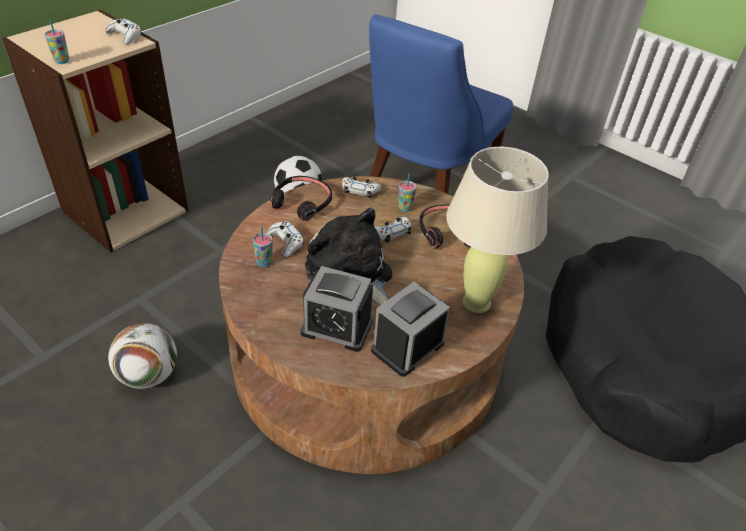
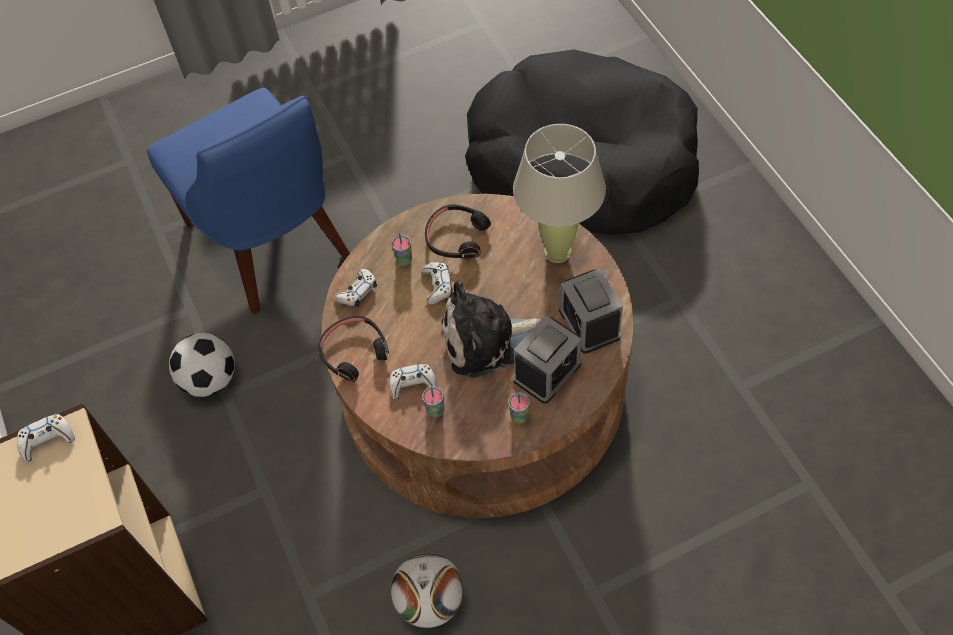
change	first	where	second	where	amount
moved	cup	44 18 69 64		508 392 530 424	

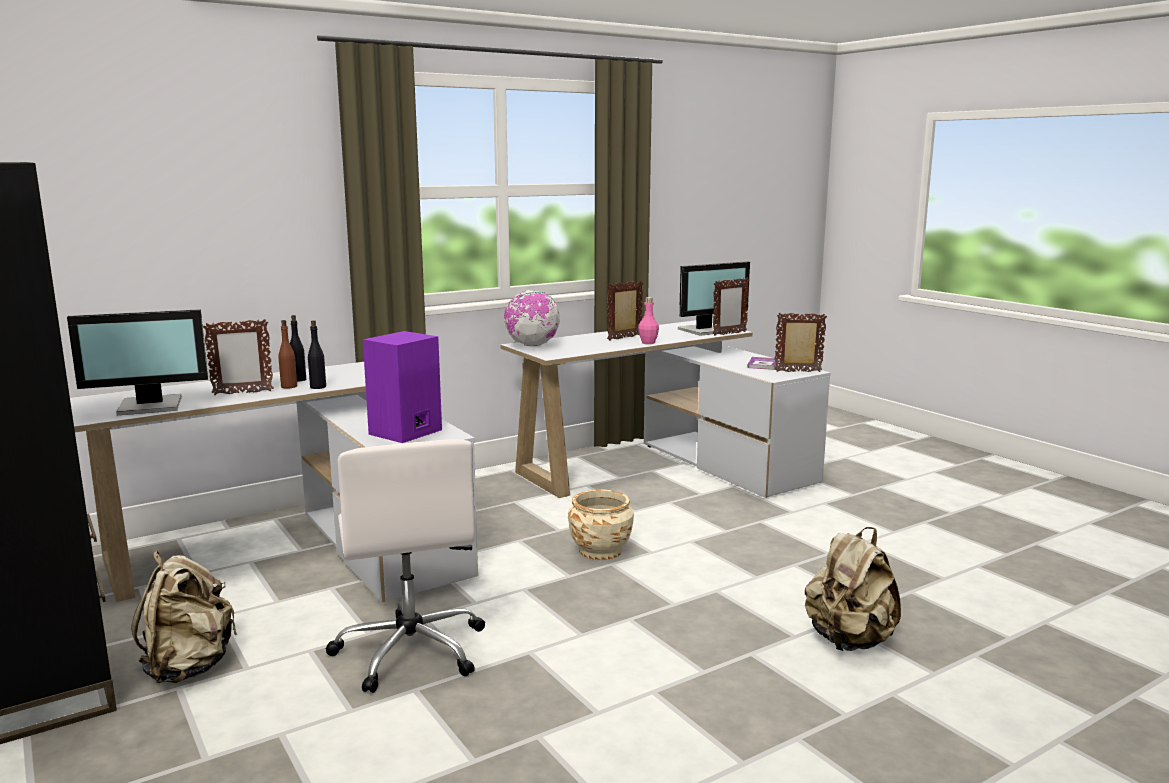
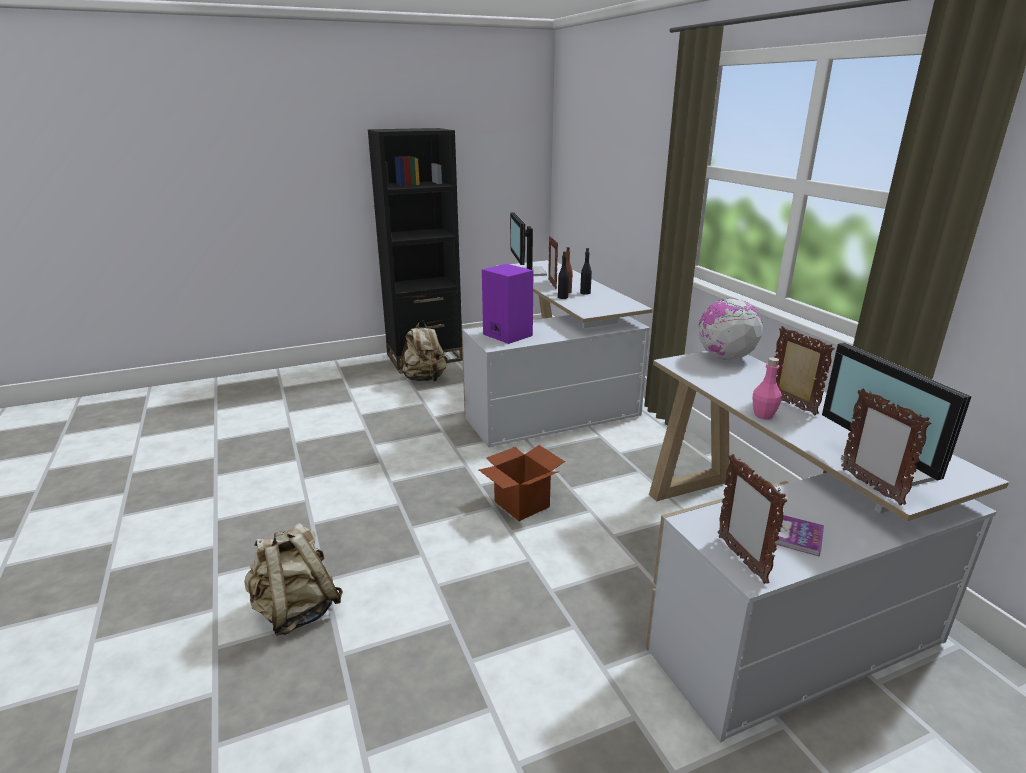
change	first	where	second	where	amount
removed	office chair (white)	326 439 485 693			
replaced	planter (beige)	568 490 634 560	cardboard box	479 445 565 521	
turned	picture frame	774 313 827 372		718 454 787 584	150 degrees clockwise

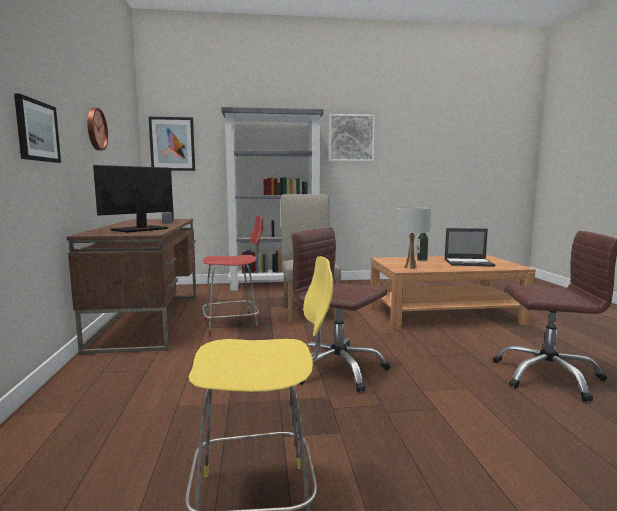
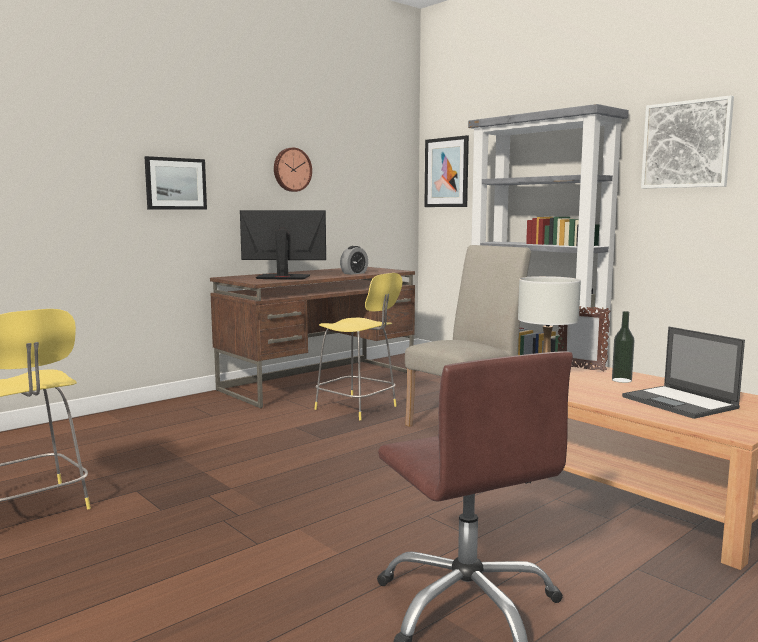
change	first	where	second	where	amount
recoloured	stool (red)	202 216 263 337	stool (yellow)	315 273 402 420	
removed	office chair (brown)	292 227 390 392			
added			picture frame	557 306 610 372	

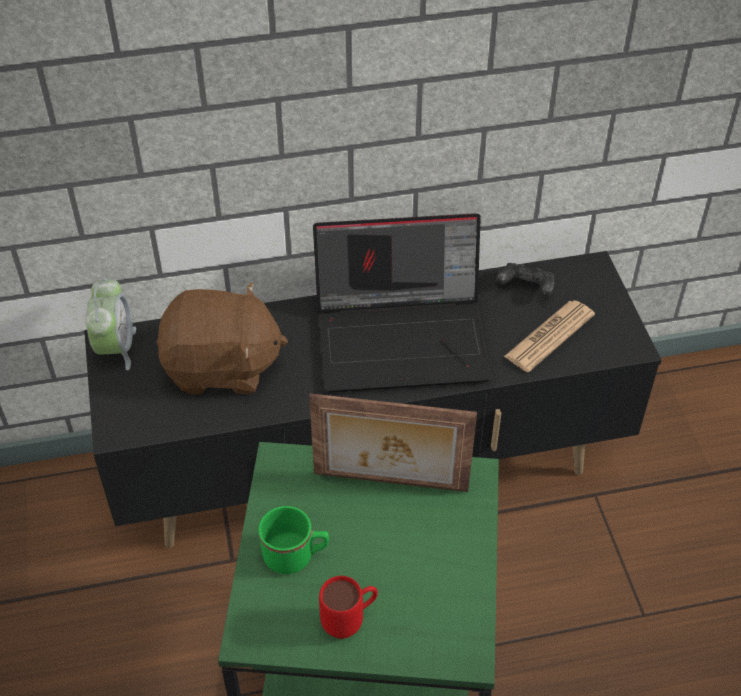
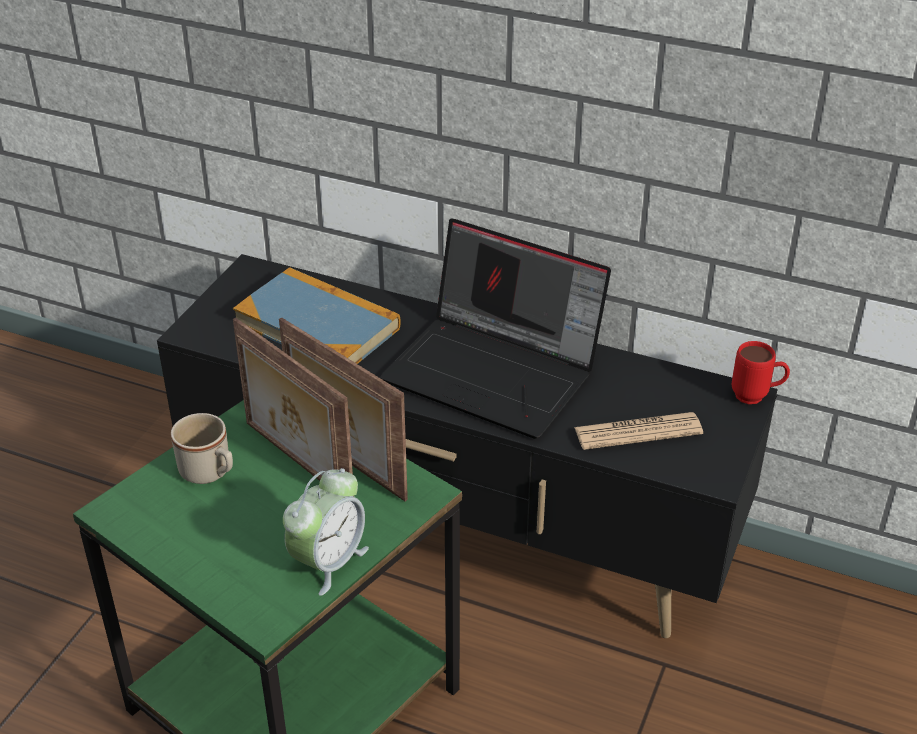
change	first	where	second	where	amount
moved	alarm clock	85 277 136 370		283 468 369 596	
replaced	plush toy (brown)	157 282 288 394	book	233 267 401 364	
recoloured	mug (green)	258 506 329 574	mug (beige)	171 413 233 484	
moved	mug (red)	319 576 378 639		732 341 790 404	
removed	game controller (black)	496 263 554 296			
added			picture frame	233 318 353 481	

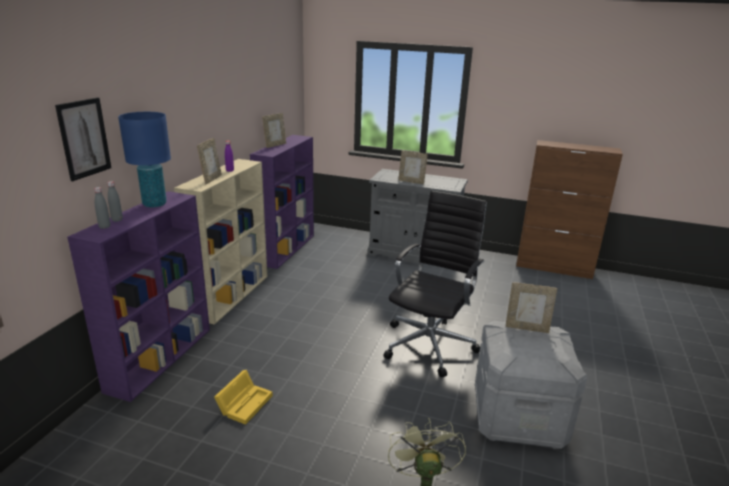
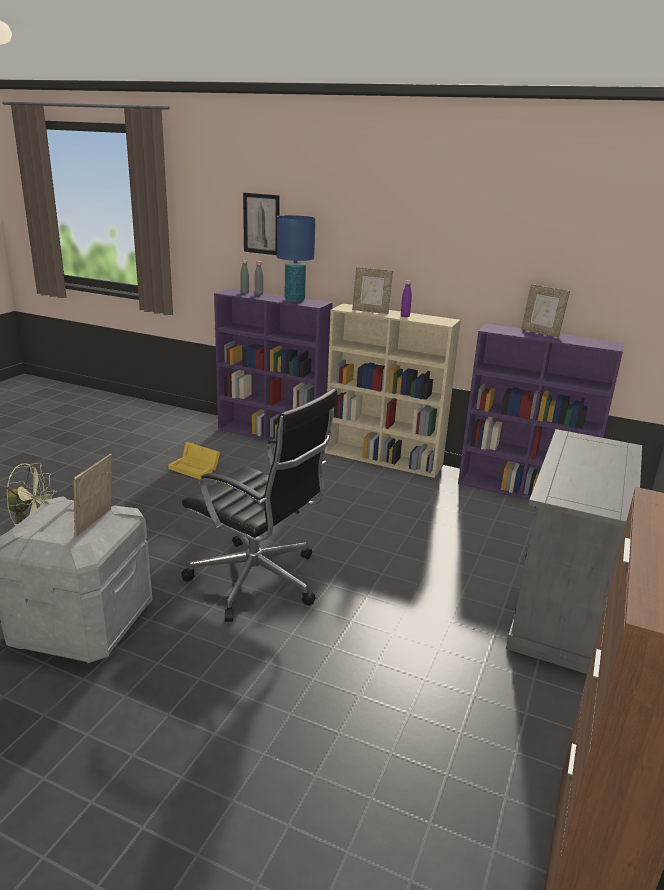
change	first	where	second	where	amount
removed	picture frame	398 150 428 184			

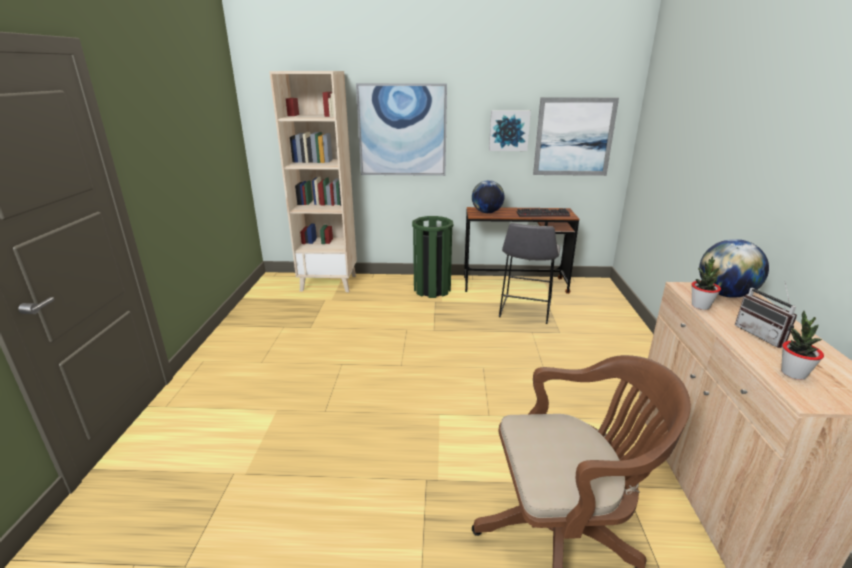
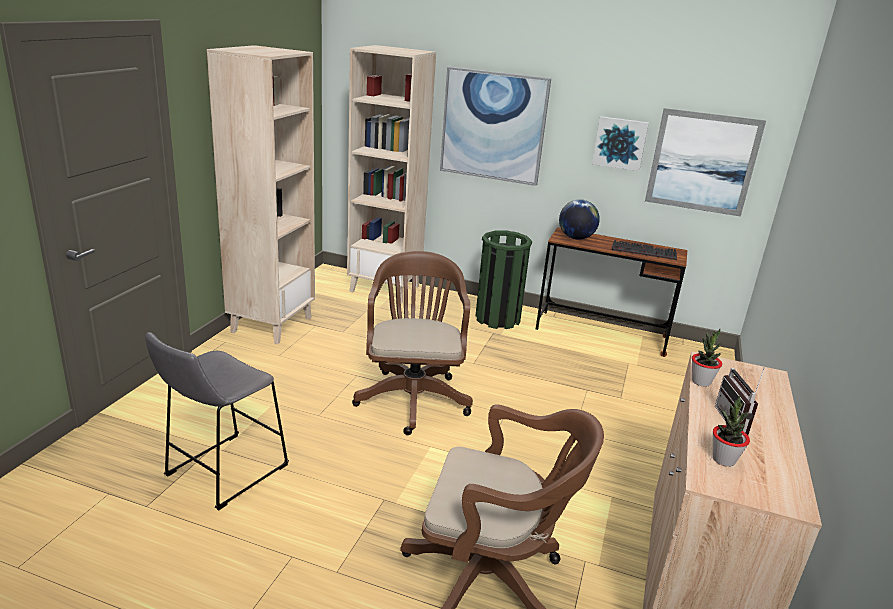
change	first	where	second	where	amount
moved	stool (grey)	499 223 560 324		145 332 289 511	
removed	globe	699 239 769 298			
added			bookcase (beige)	207 45 315 344	
added			office chair (brown)	352 251 473 435	

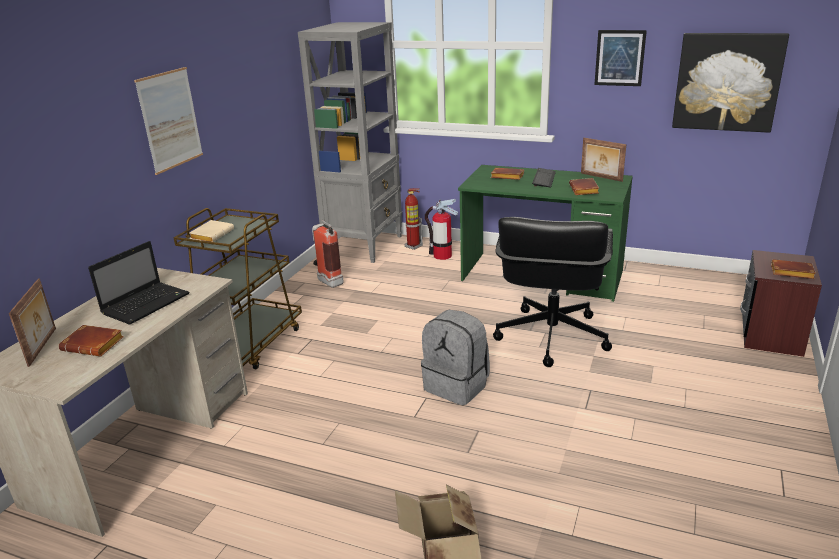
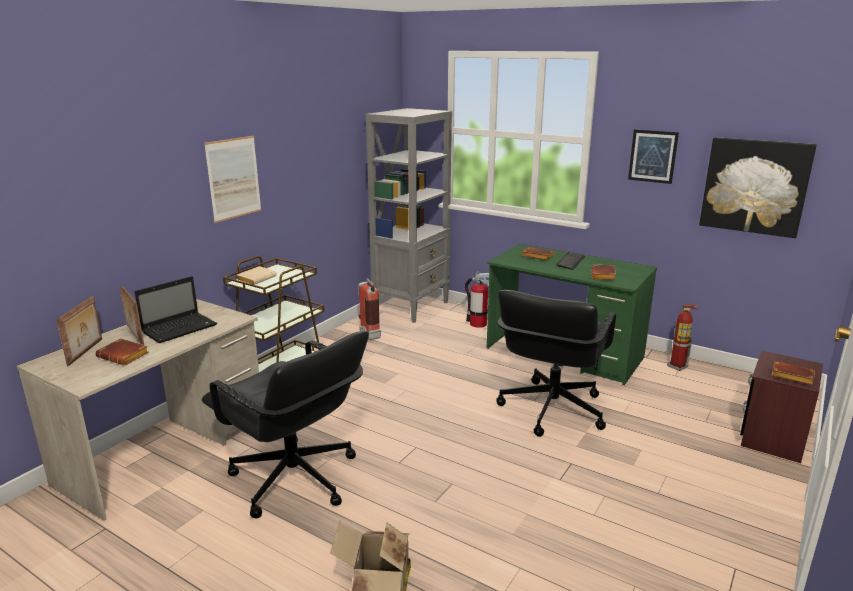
change	first	where	second	where	amount
moved	fire extinguisher	404 188 423 250		667 304 698 371	
removed	backpack (grey)	421 310 490 405			
moved	picture frame	581 138 626 182		121 285 144 345	
added			office chair (black)	202 331 369 518	

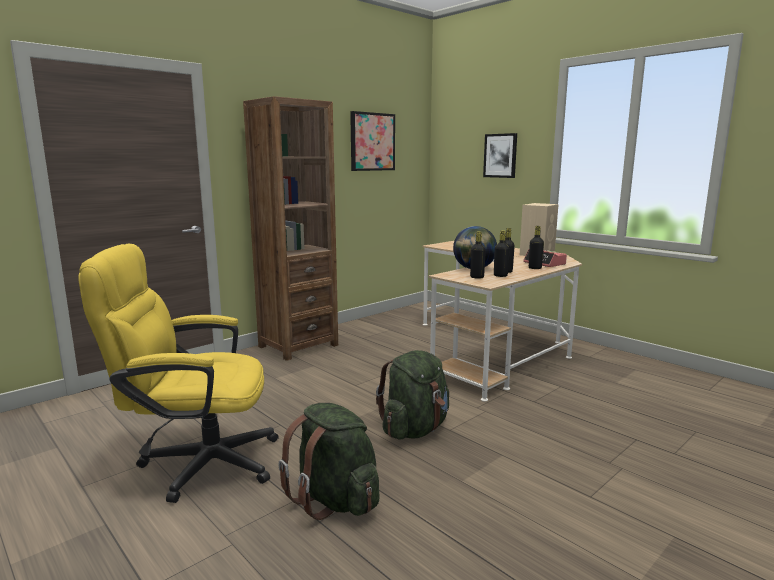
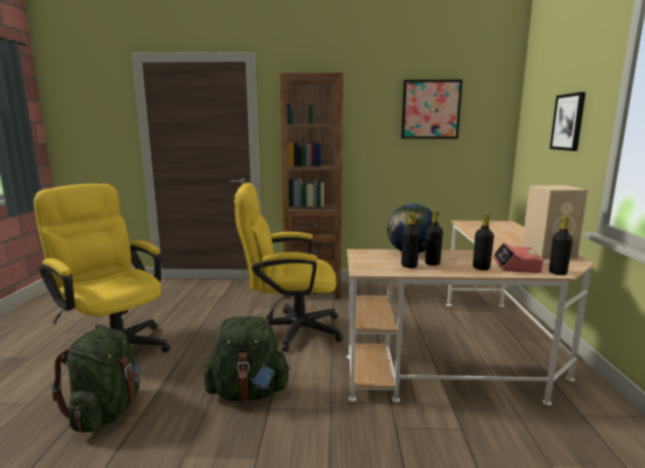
change	first	where	second	where	amount
moved	bottle (black)	470 231 486 279		549 216 573 275	
added			office chair (yellow)	234 183 344 352	

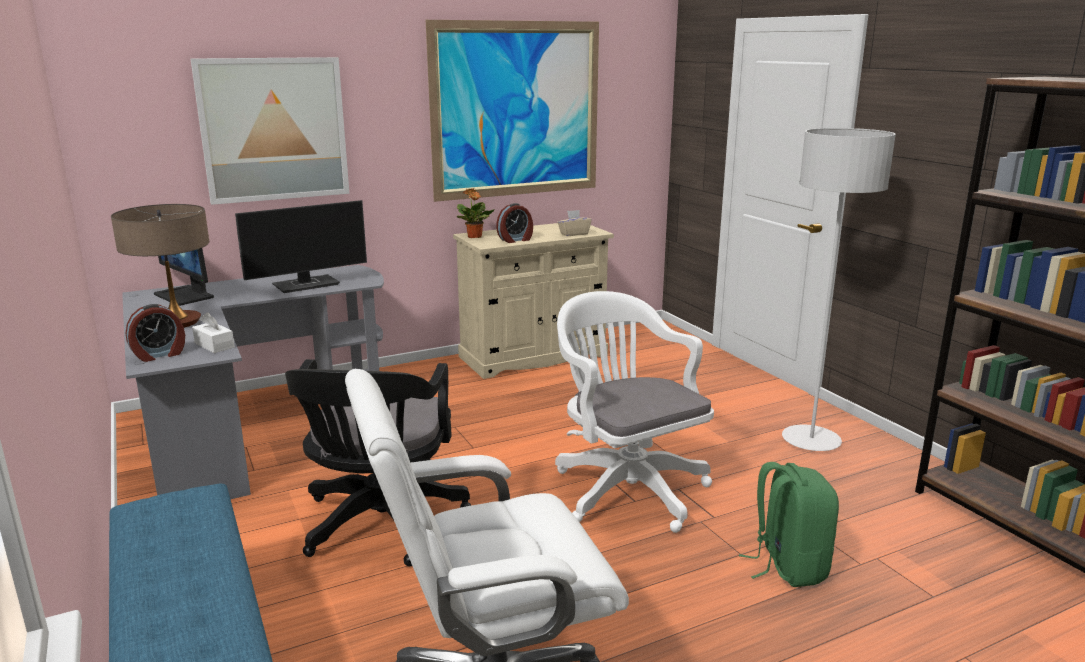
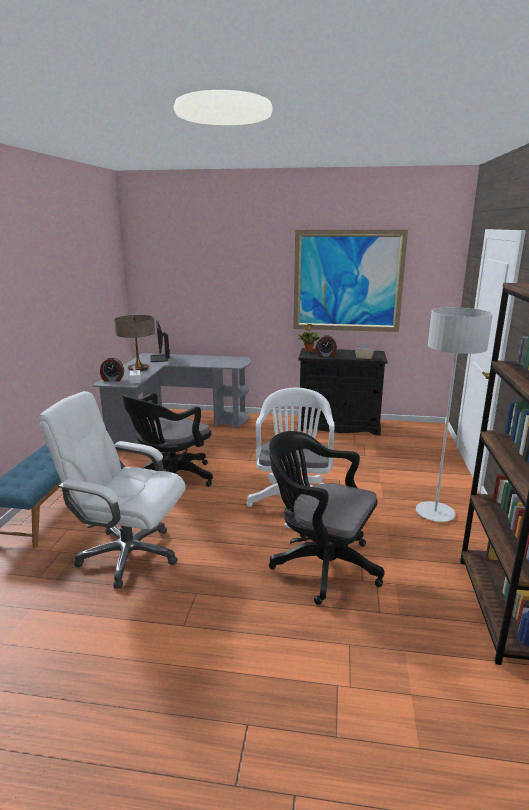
change	first	where	second	where	amount
removed	picture	191 57 350 205			
removed	monitor	235 200 367 293			
recoloured	cabinet (beige)	453 223 614 379	cabinet (black)	297 348 387 435	
replaced	backpack (green)	739 462 839 587	office chair (black)	269 431 385 605	

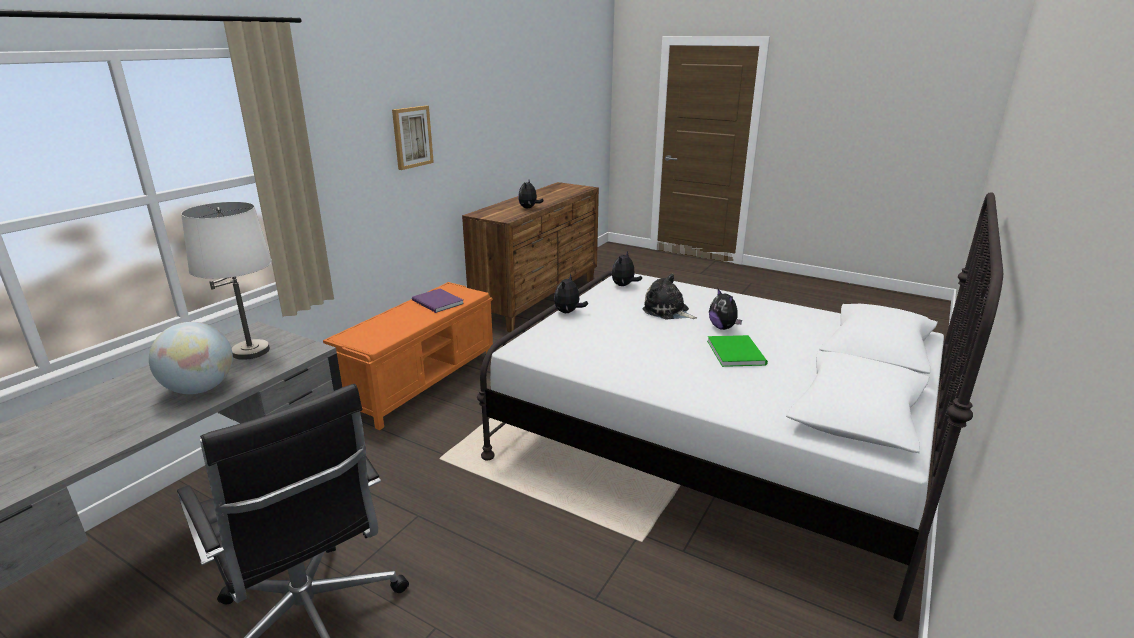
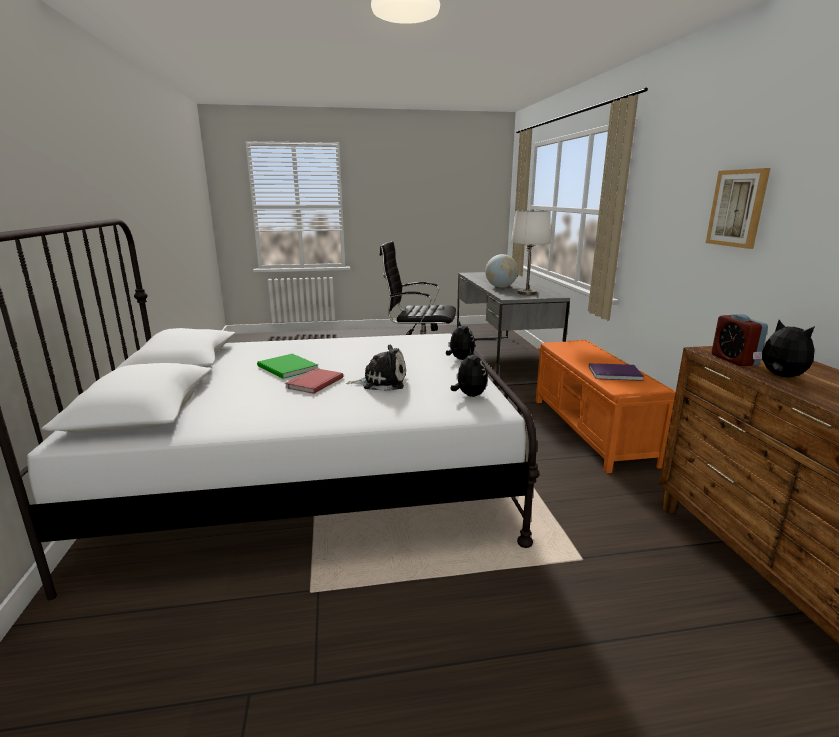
change	first	where	second	where	amount
replaced	plush toy	709 289 742 330	book (red)	285 368 343 394	
added			alarm clock	712 314 768 366	

